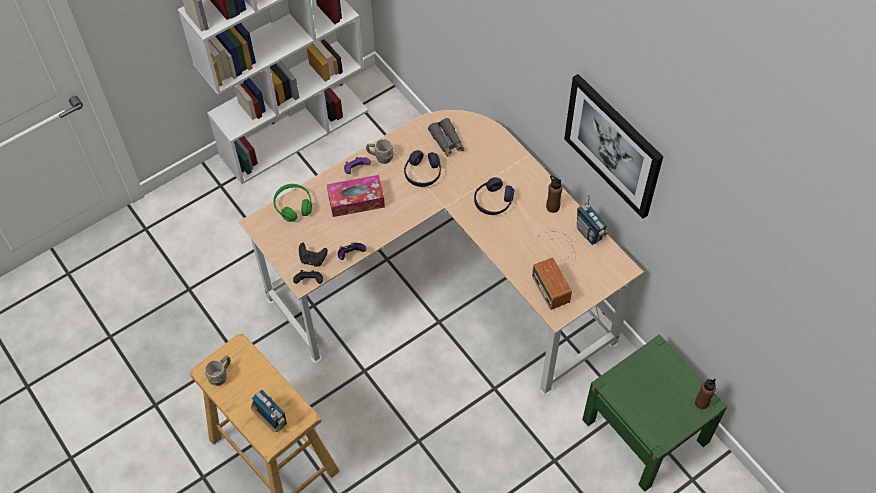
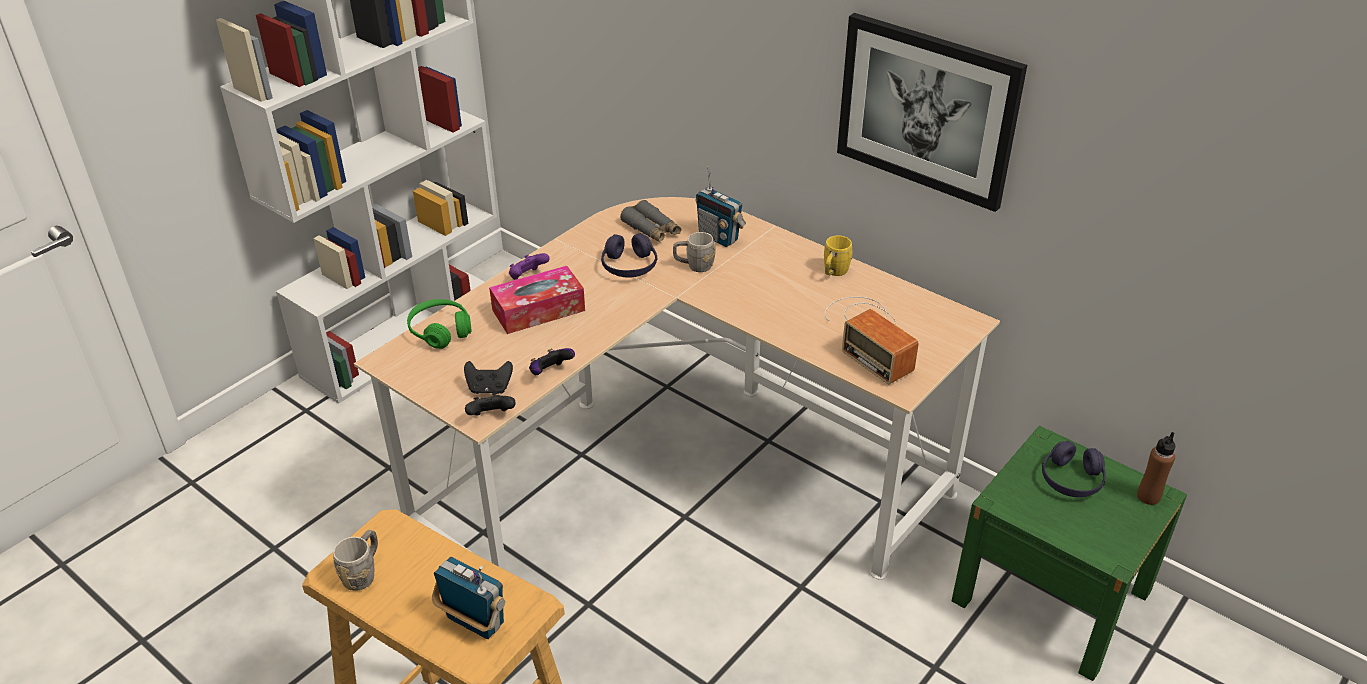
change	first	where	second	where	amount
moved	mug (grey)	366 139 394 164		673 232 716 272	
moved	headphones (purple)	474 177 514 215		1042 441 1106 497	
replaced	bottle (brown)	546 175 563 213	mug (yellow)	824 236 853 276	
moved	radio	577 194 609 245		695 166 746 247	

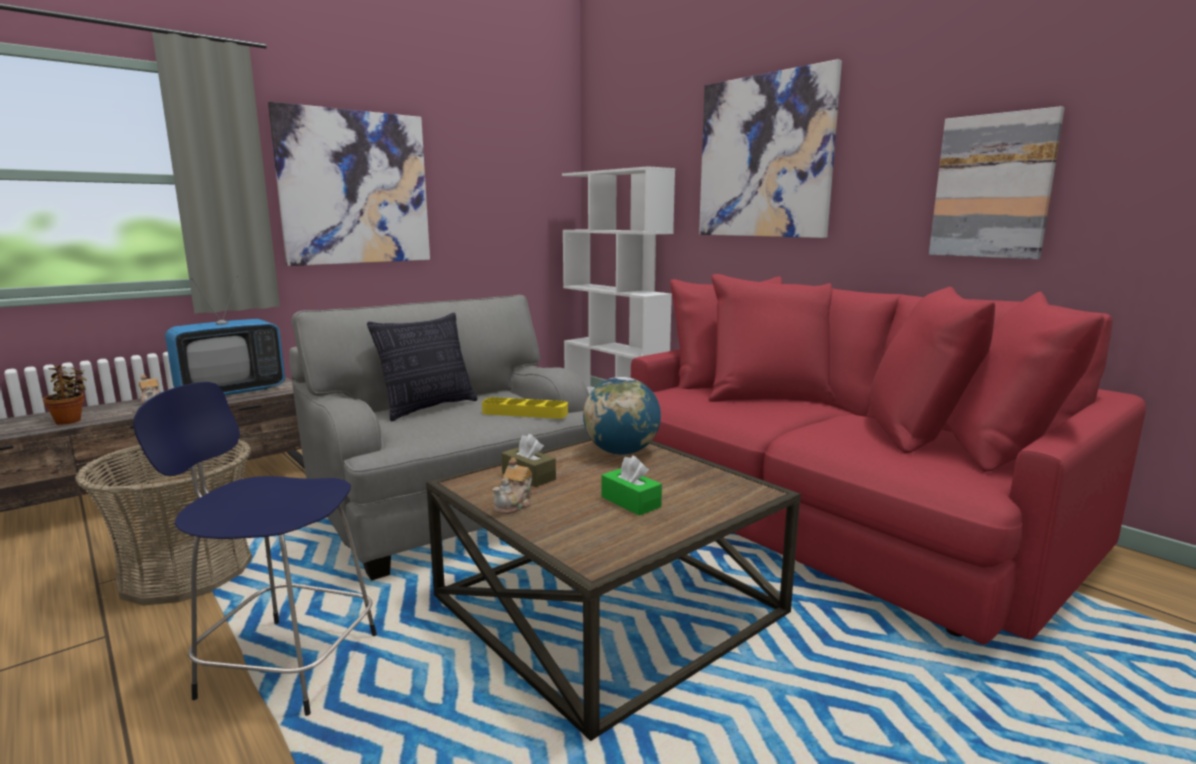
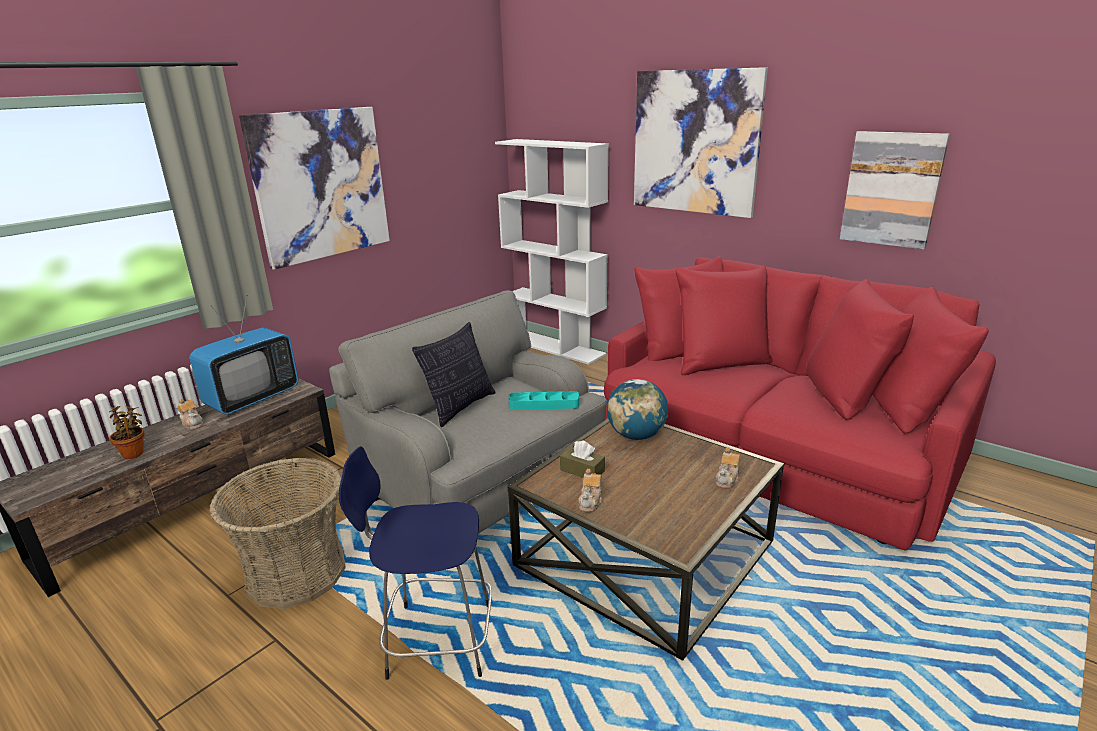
change	first	where	second	where	amount
recoloured	tray (yellow)	482 397 568 419	tray (turquoise)	509 391 579 410	
removed	tissue box (green)	602 456 662 516			
added			teapot	715 448 740 488	

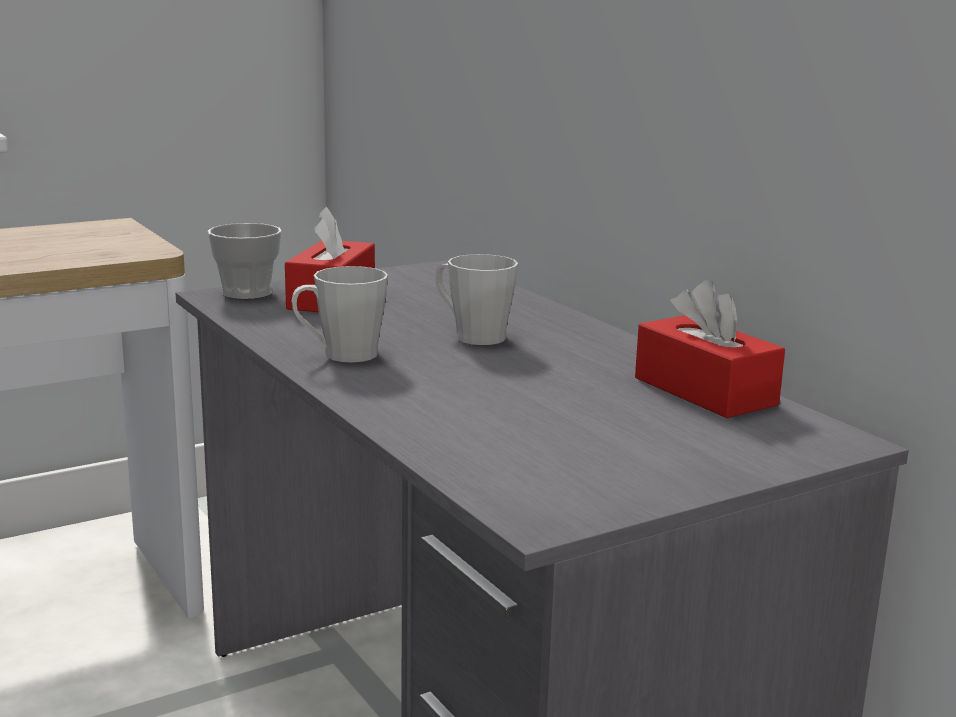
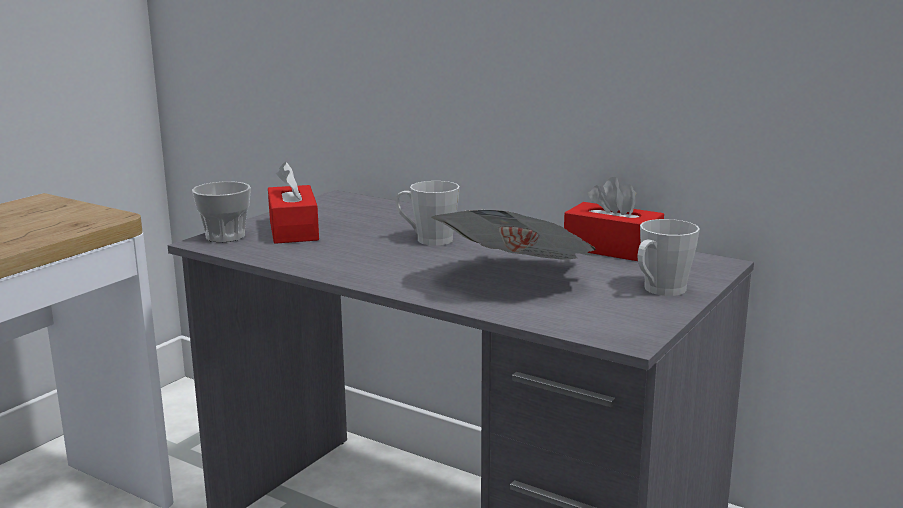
change	first	where	second	where	amount
moved	mug (grey)	292 266 388 362		638 219 700 296	
added			newspaper	432 210 595 260	

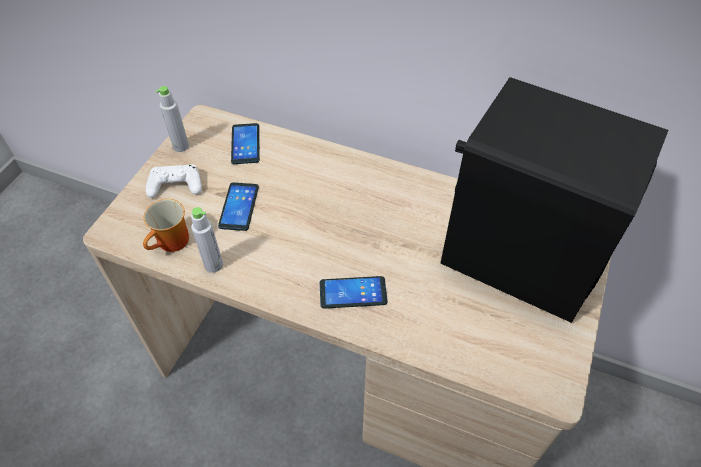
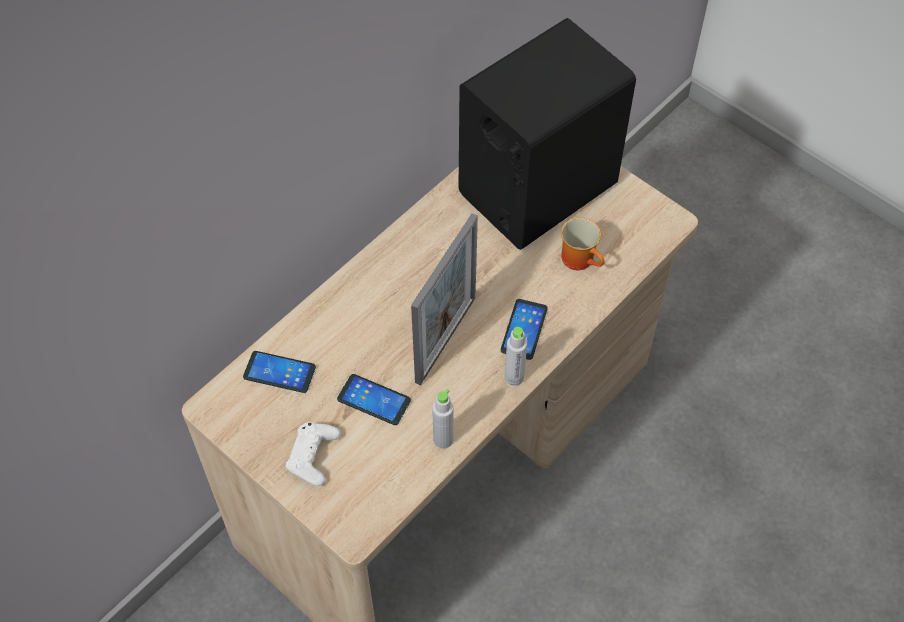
change	first	where	second	where	amount
moved	mug	143 199 189 252		561 217 604 270	
moved	bottle (grey)	156 86 189 152		505 327 527 386	
added			picture frame	411 213 478 385	

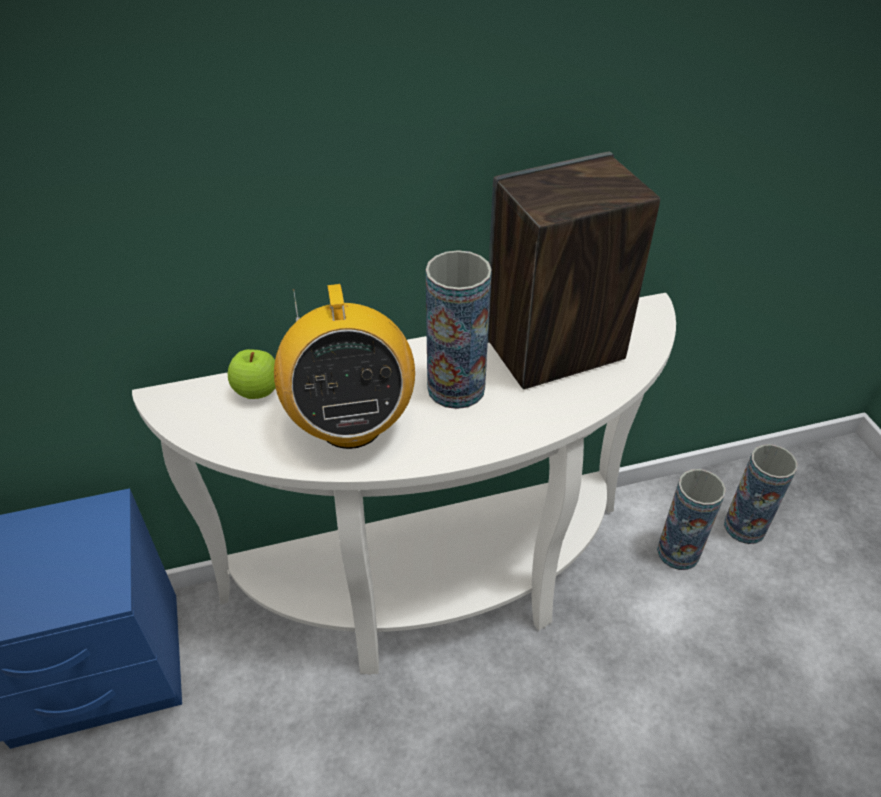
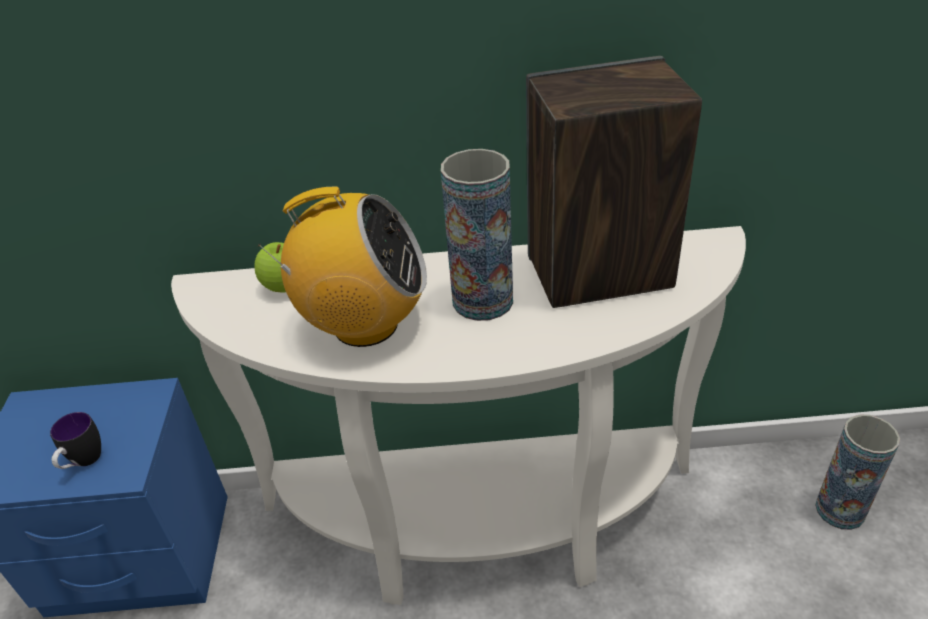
change	first	where	second	where	amount
turned	radio	274 284 415 449		258 186 427 347	90 degrees counterclockwise
removed	vase	657 469 726 570			
added			mug	50 412 101 469	

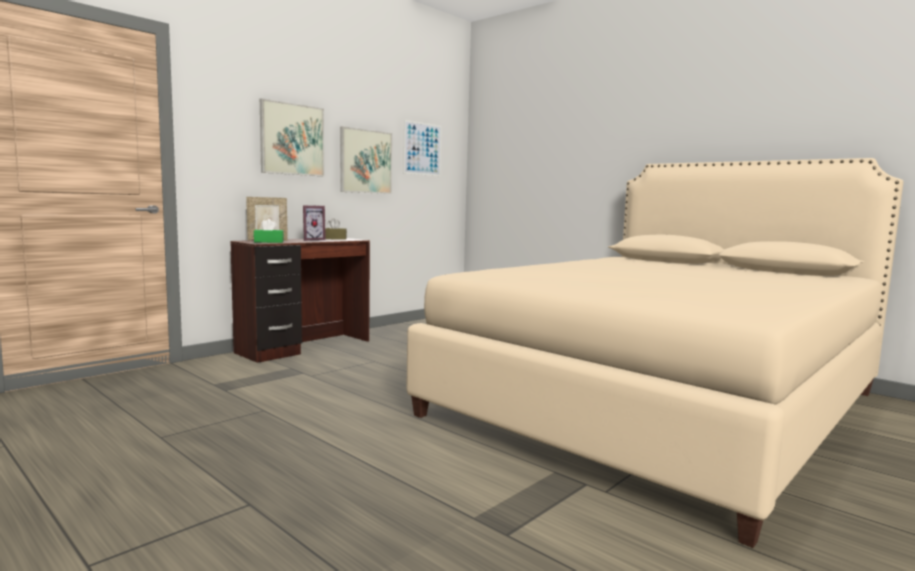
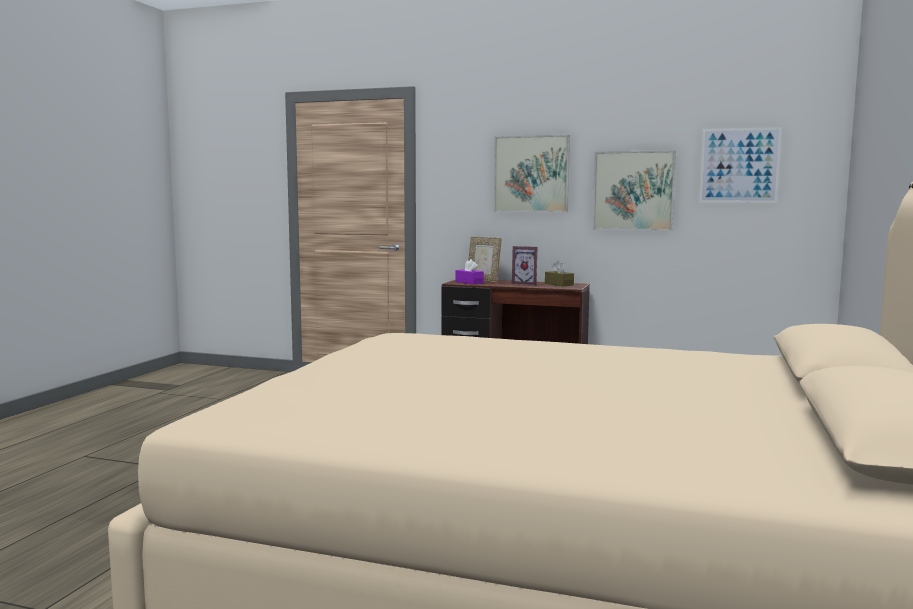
change	first	where	second	where	amount
recoloured	tissue box (green)	254 219 284 243	tissue box (purple)	456 259 484 284	

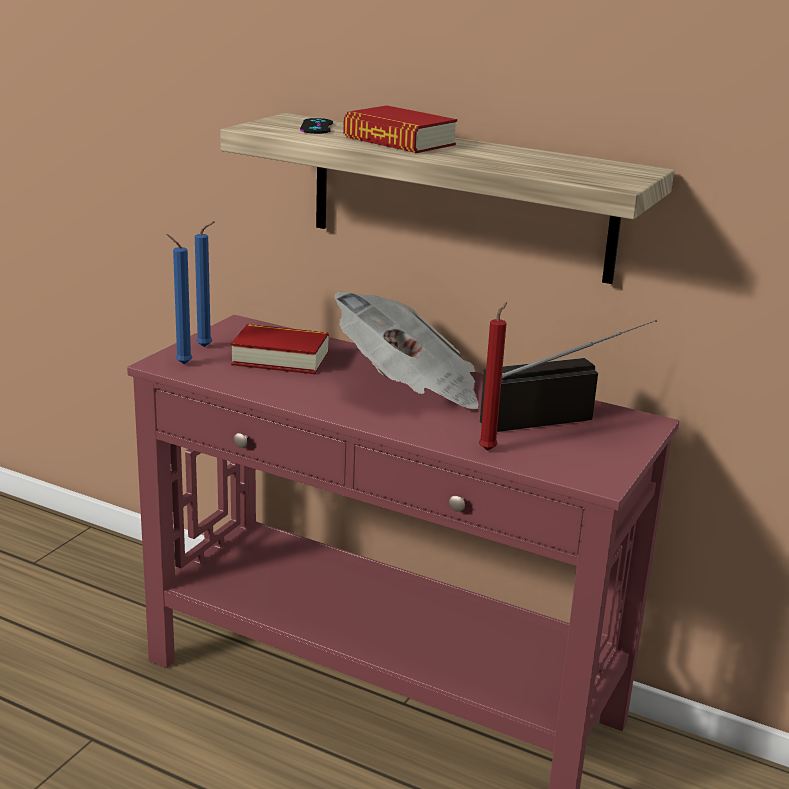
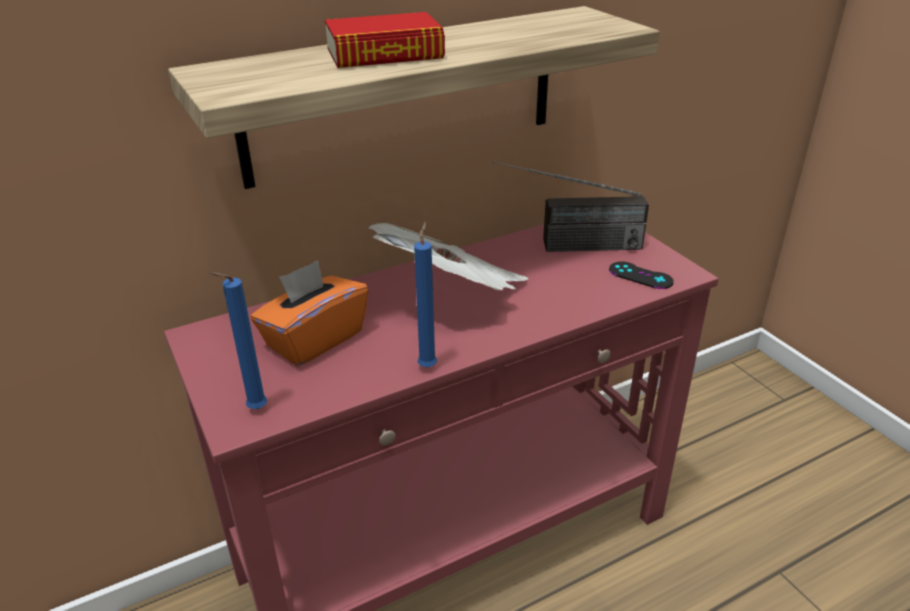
change	first	where	second	where	amount
moved	candle (blue)	195 221 215 347		414 221 437 368	
replaced	book	231 324 329 374	tissue box (orange)	251 260 369 366	
moved	game controller (black)	300 118 333 134		609 261 674 289	
removed	candle (red)	478 302 507 451			
turned	radio	480 319 657 432		493 161 649 252	105 degrees counterclockwise

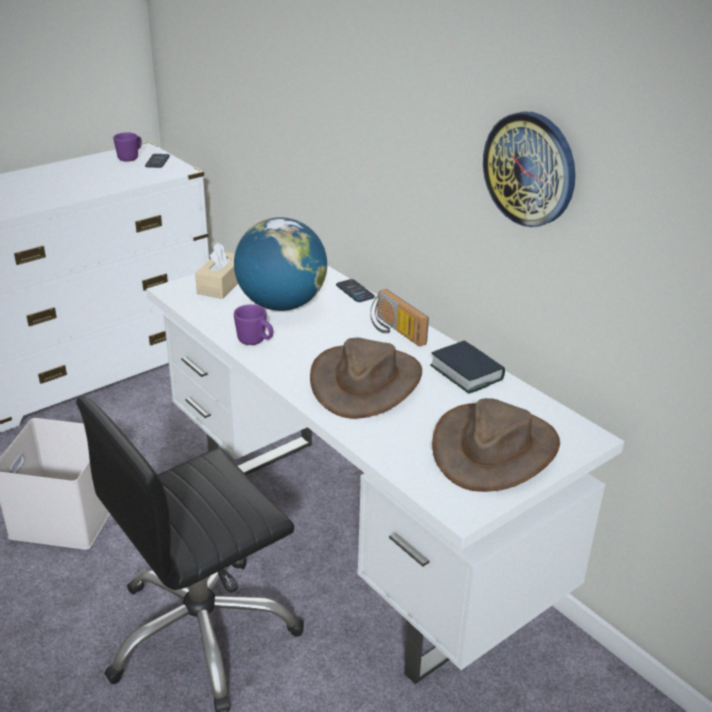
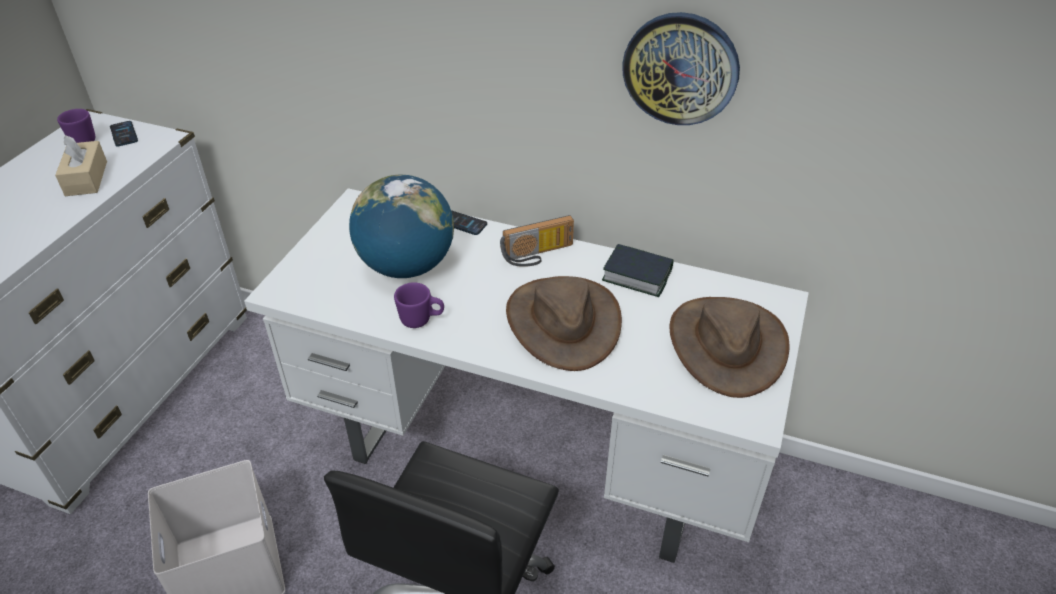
change	first	where	second	where	amount
moved	tissue box (beige)	195 242 238 299		55 135 107 196	
turned	radio	370 289 429 347		500 215 574 267	45 degrees counterclockwise

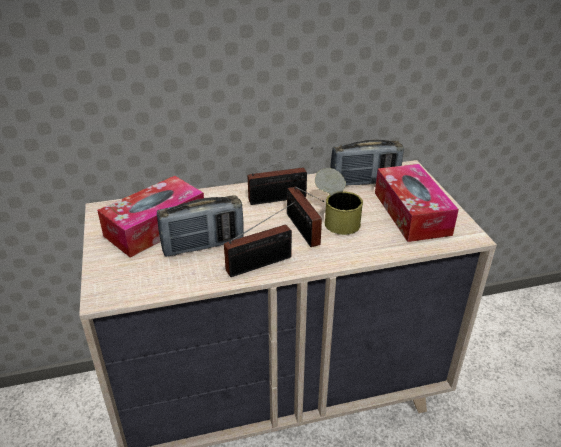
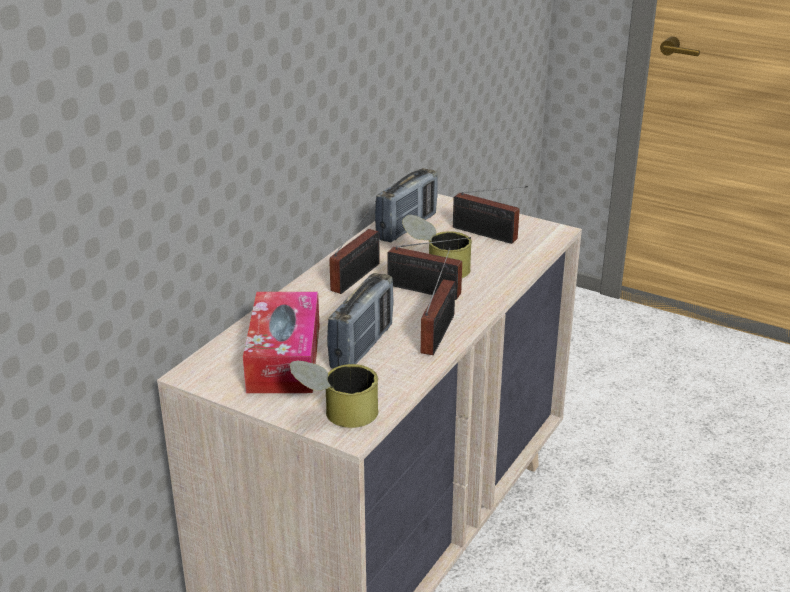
change	first	where	second	where	amount
replaced	tissue box	375 164 459 242	radio	453 186 528 244	
added			can	290 360 378 428	

